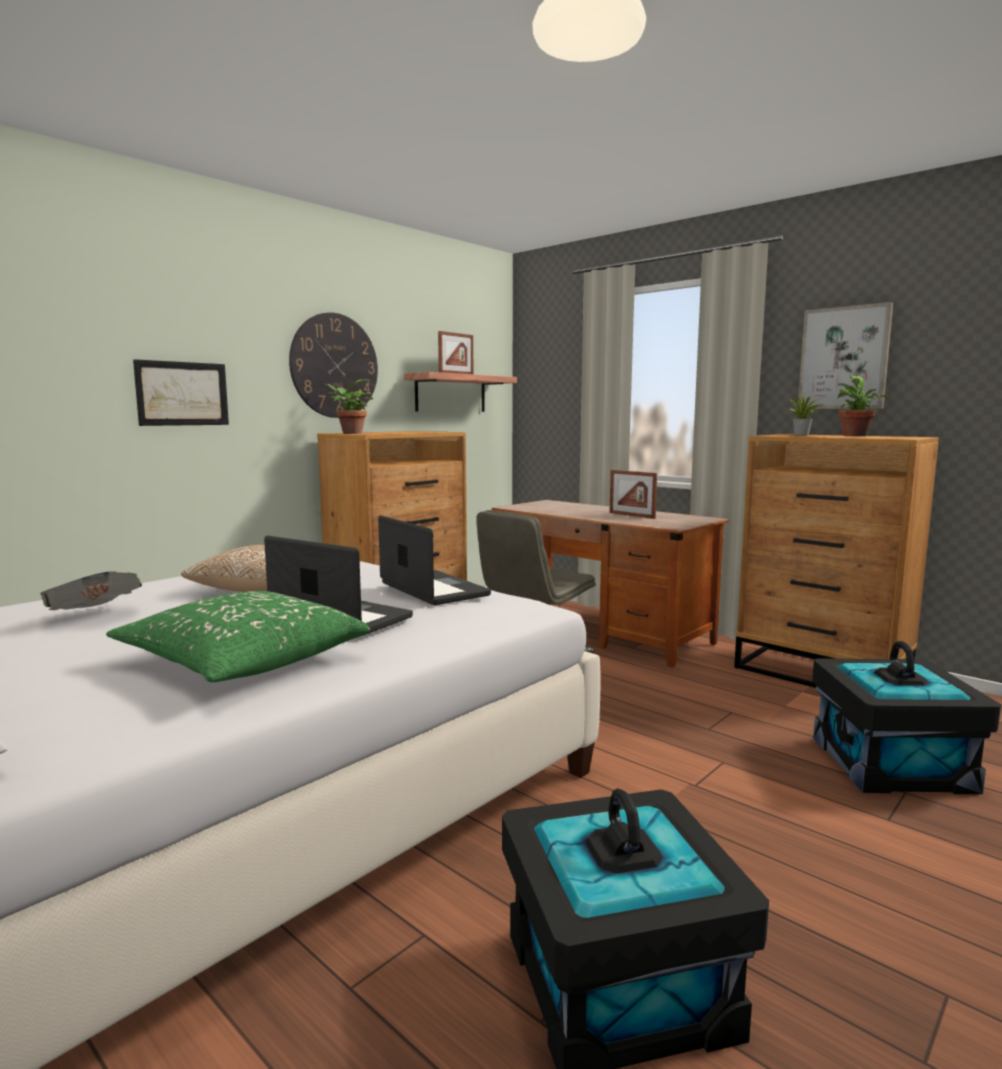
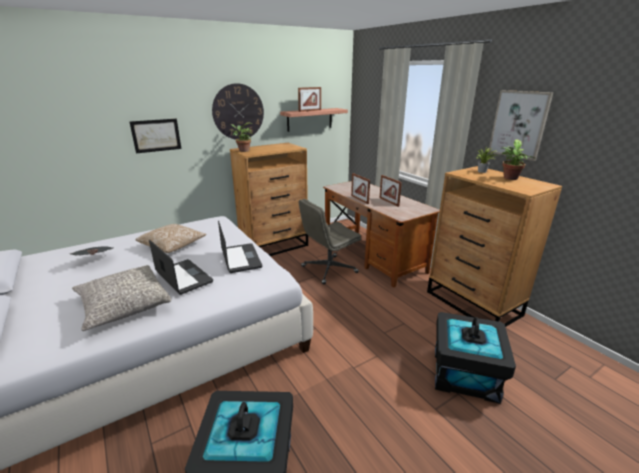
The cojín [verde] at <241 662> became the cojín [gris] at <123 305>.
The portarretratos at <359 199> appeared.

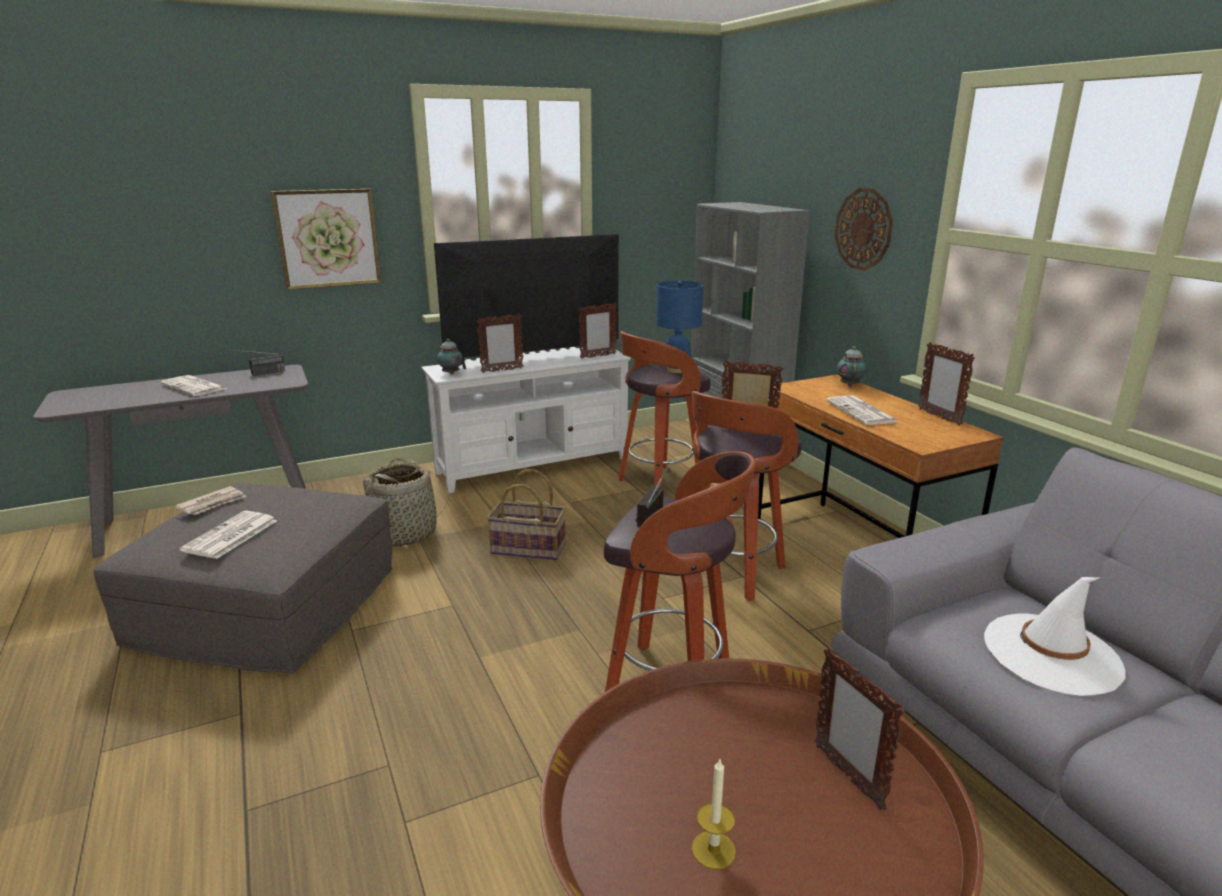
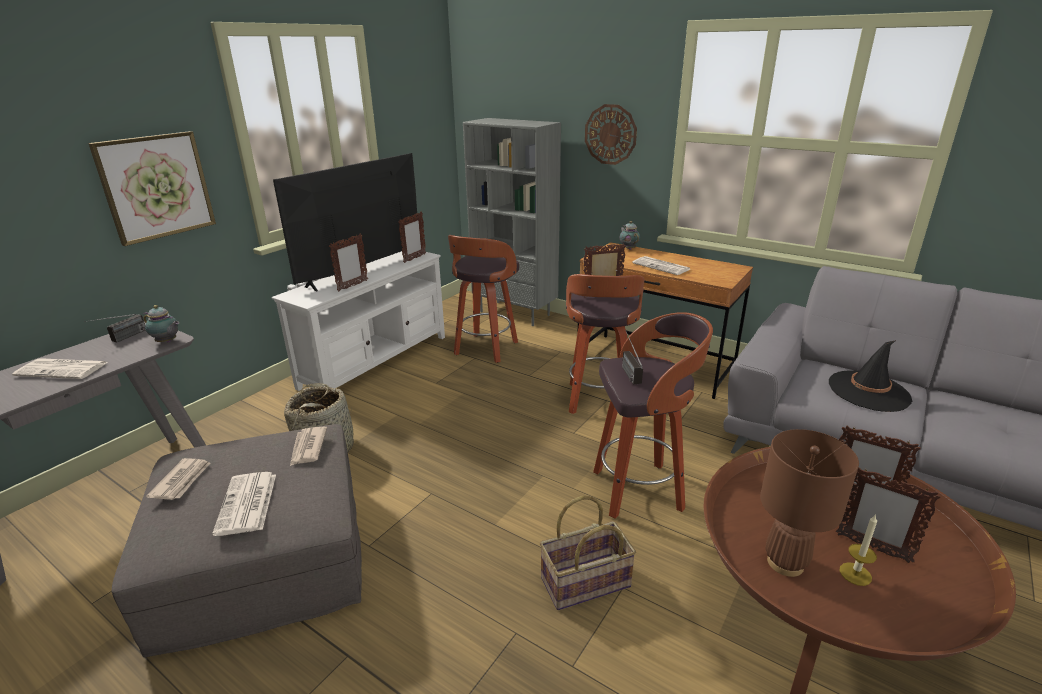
The tetera moved from <451 374> to <167 342>.
The periódico at <308 448> appeared.
The cesta moved from <527 549> to <585 583>.
The lámpara de mesa [marrón] at <785 562> appeared.
The sombrero [blanco] at <1051 654> became the sombrero [negro] at <868 391>.
The portarretratos moved from <939 417> to <872 547>.
The lámpara de mesa [azul] at <677 370> disappeared.

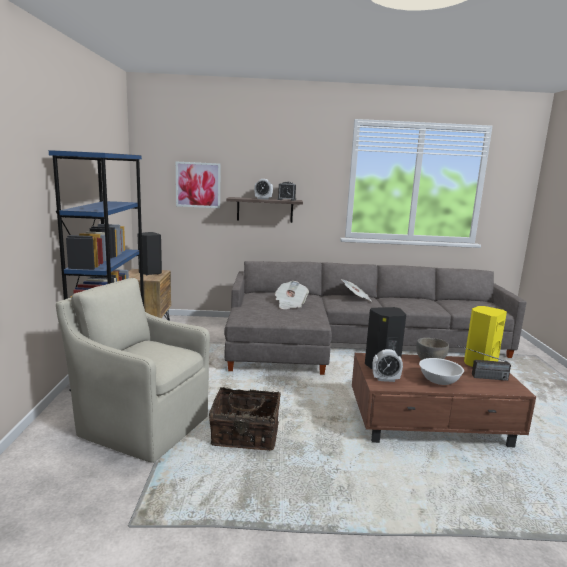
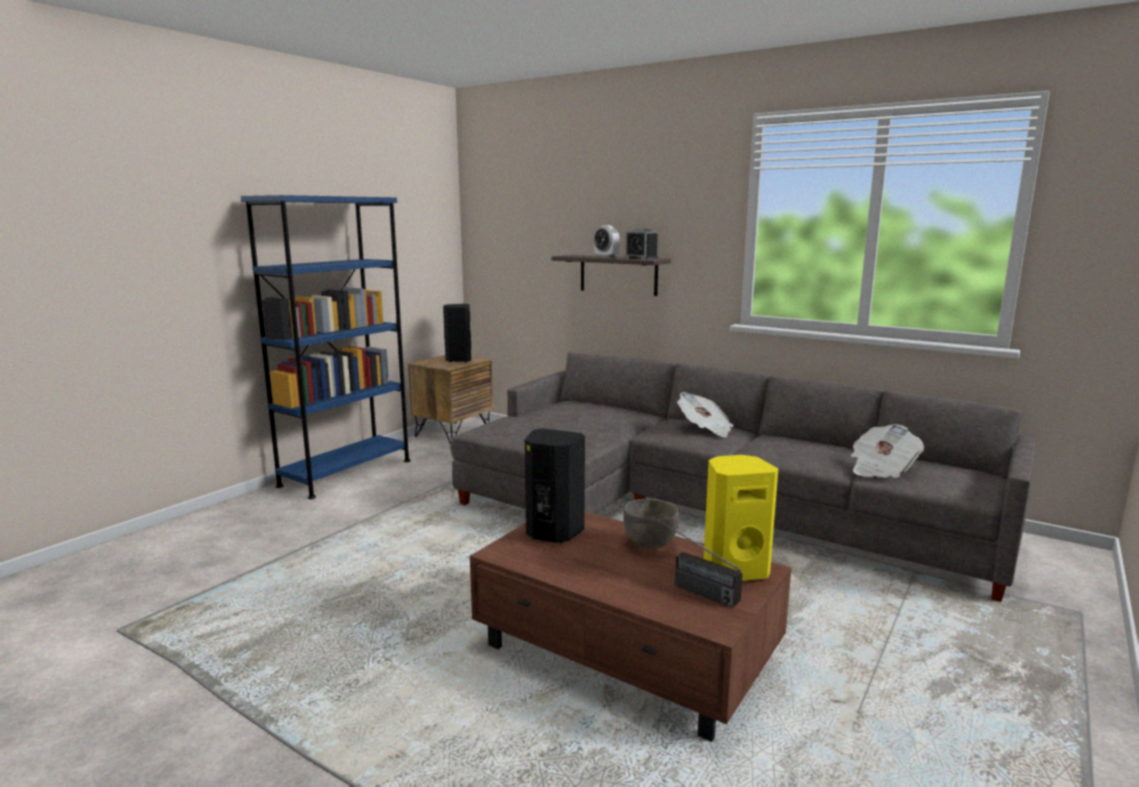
The periódico moved from <290 304> to <881 469>.
The sillón [beis] at <141 425> disappeared.
The cuadro at <198 185> disappeared.
The cesta at <245 436> disappeared.
The despertador at <385 379> disappeared.
The cuenco [blanco] at <439 381> disappeared.

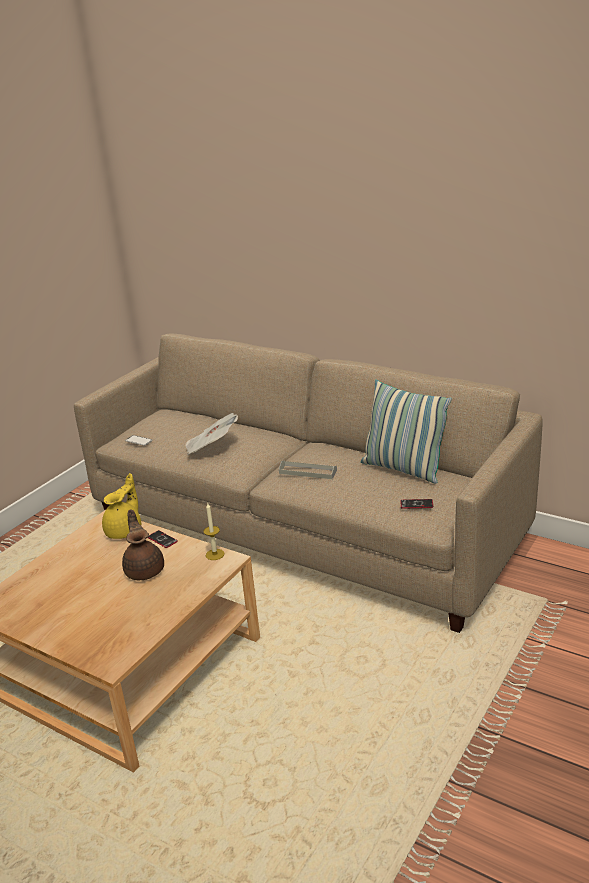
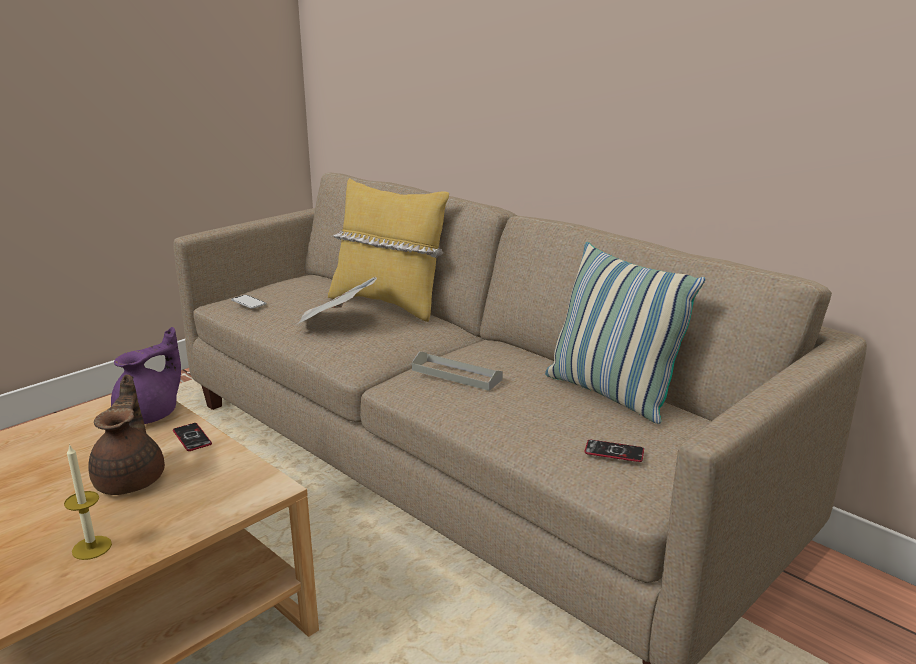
The vela moved from <215 554> to <92 547>.
The tetera [amarillo] at <125 530> became the tetera [morado] at <150 415>.
The cojín [amarillo] at <388 303> appeared.

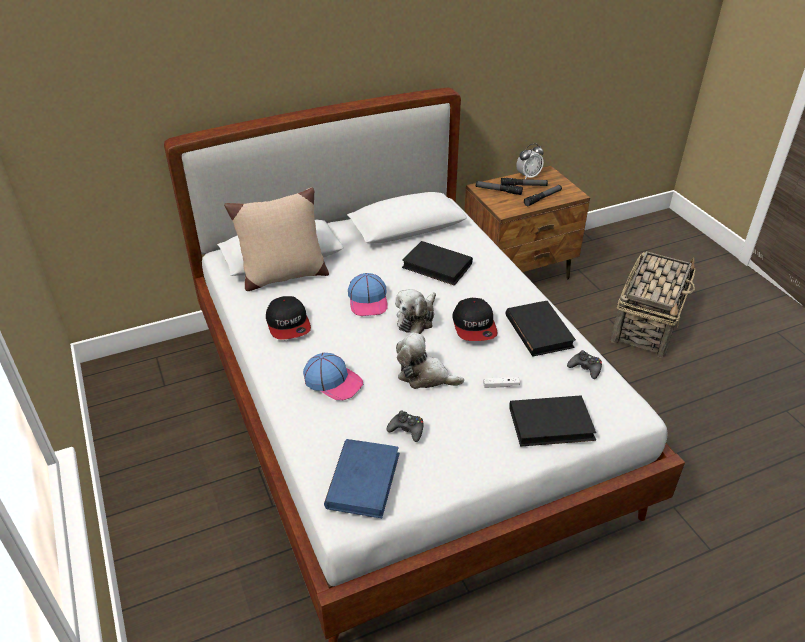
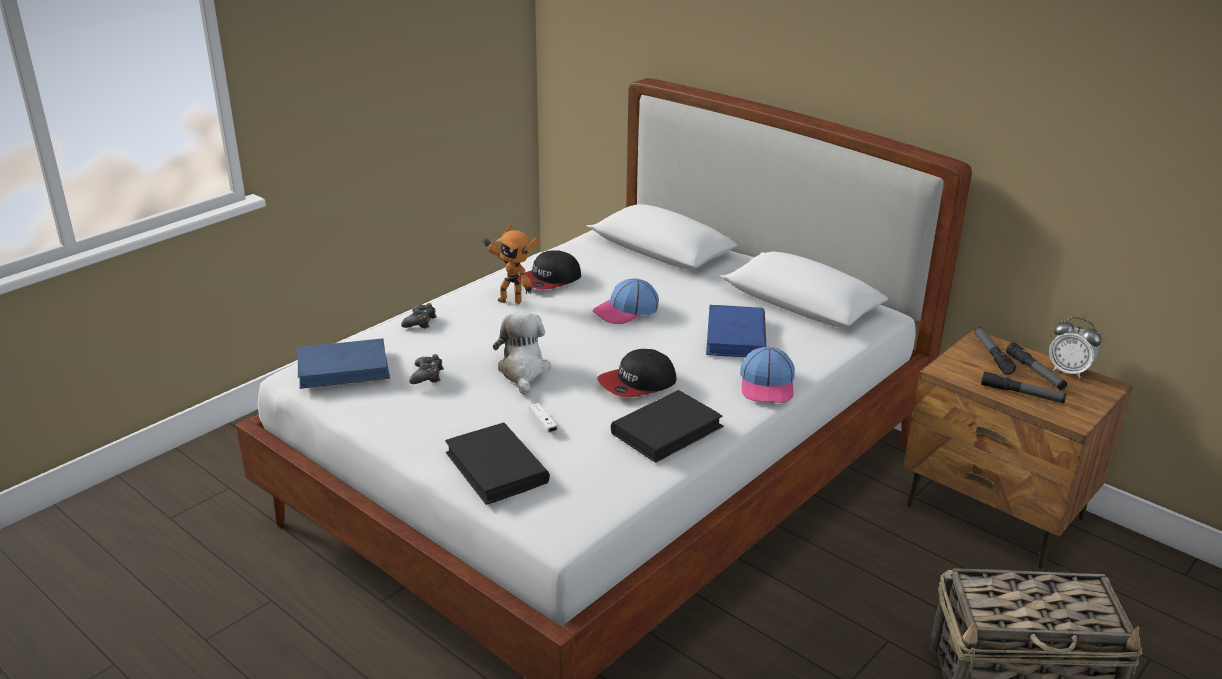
The mando de consola [negro] moved from <585 368> to <420 322>.
The robot de juguete at <511 300> appeared.
The libro [negro] at <437 266> became the libro [azul] at <736 336>.
The gorra moved from <333 381> to <767 385>.
The cojín [beis] at <283 276> disappeared.
The peluche at <416 319> disappeared.

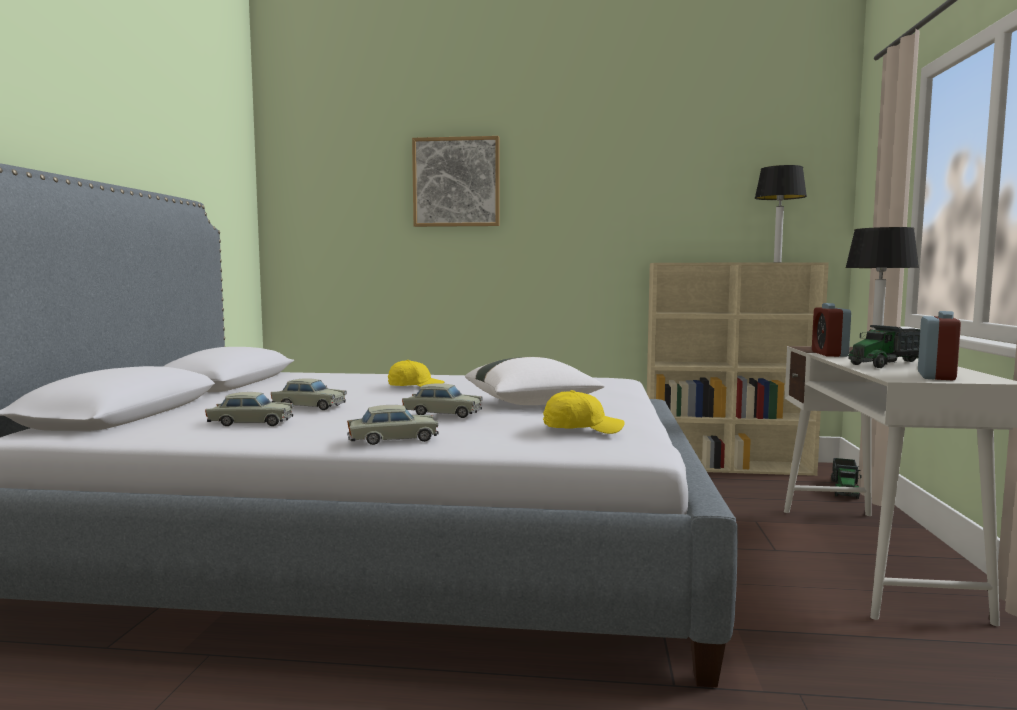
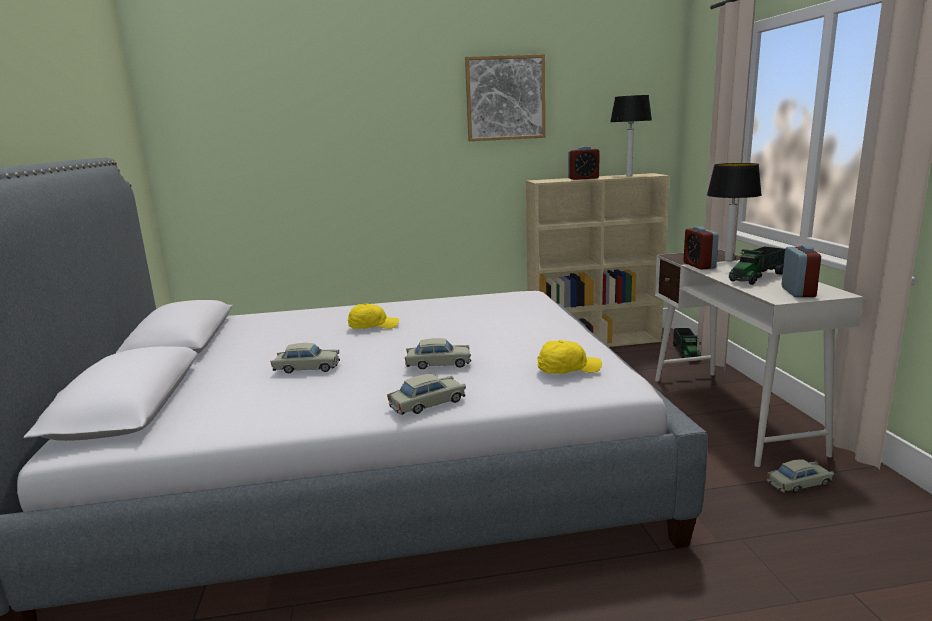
The cuadro moved from <456 182> to <505 98>.
The despertador at <583 178> appeared.
The coche de juguete [beis] moved from <251 423> to <798 483>.
The cojín [blanco] at <532 404> disappeared.

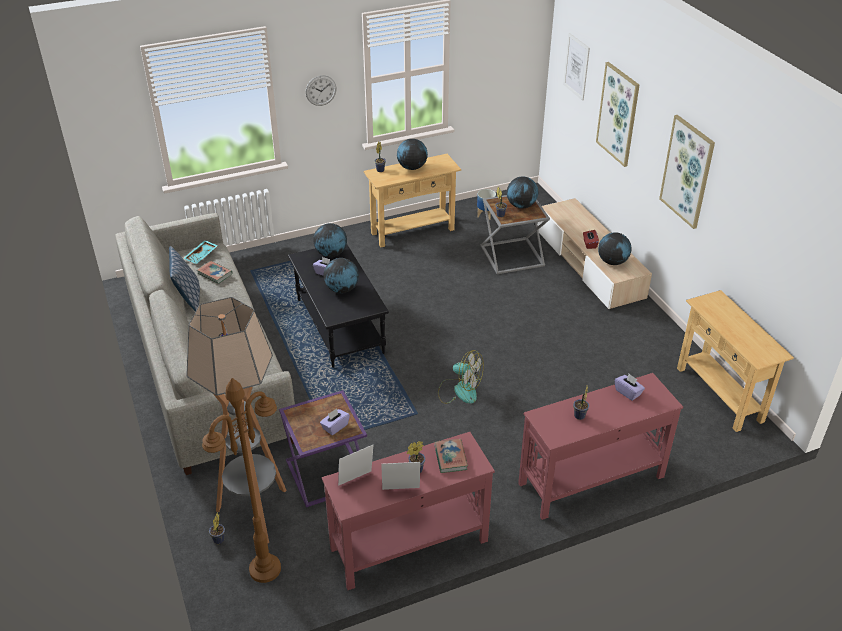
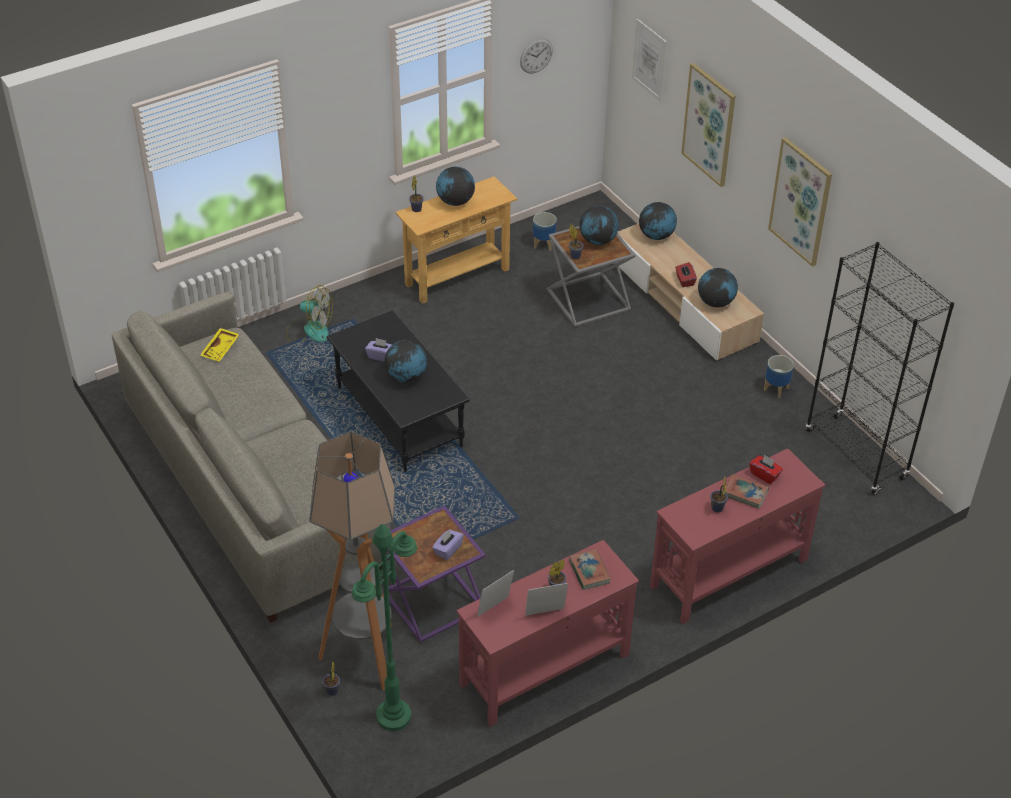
The bandeja [turquesa] at <201 256> became the bandeja [amarillo] at <221 349>.
The ventilador moved from <459 390> to <309 330>.
The lámpara de pie [marrón] at <265 569> became the lámpara de pie [verde] at <393 716>.
The reloj de pared moved from <321 90> to <536 55>.
The globo terráqueo moved from <331 254> to <656 236>.
The libro moved from <215 274> to <745 493>.
The caja de pañuelos [morado] at <628 392> became the caja de pañuelos [rojo] at <764 475>.
The maceta at <776 389> appeared.
The mesa consola [beis] at <719 394> was replaced by the estantería [negro] at <856 455>.
The cojín at <188 298> disappeared.

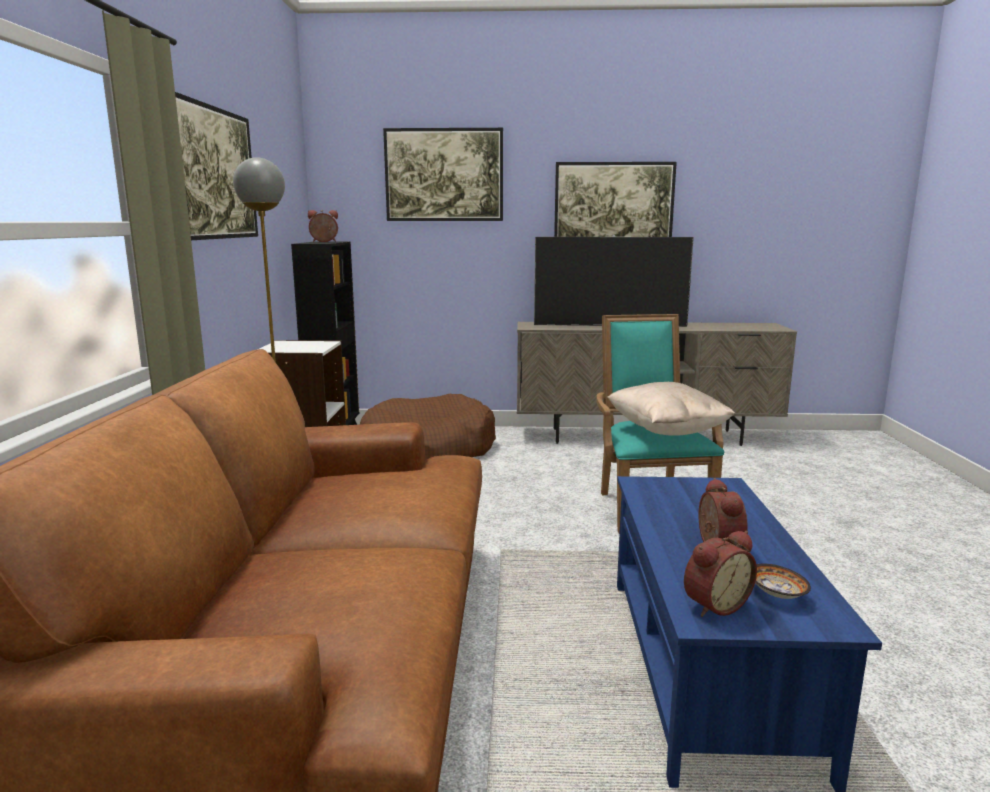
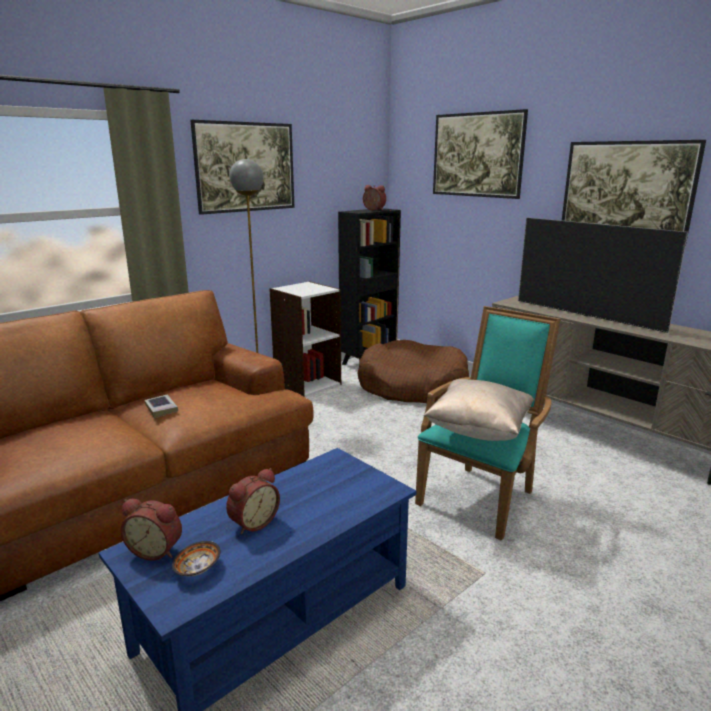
The libro at <161 409> appeared.

